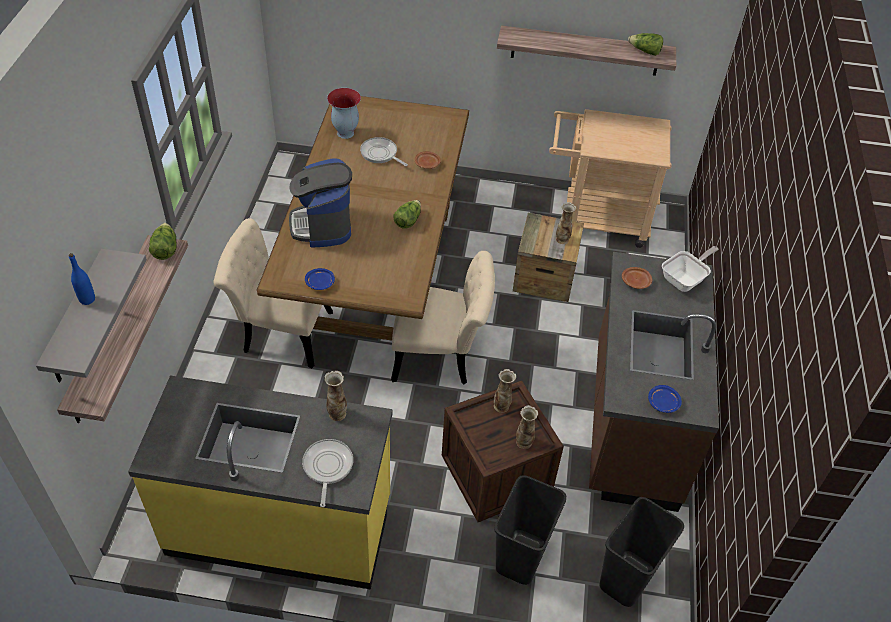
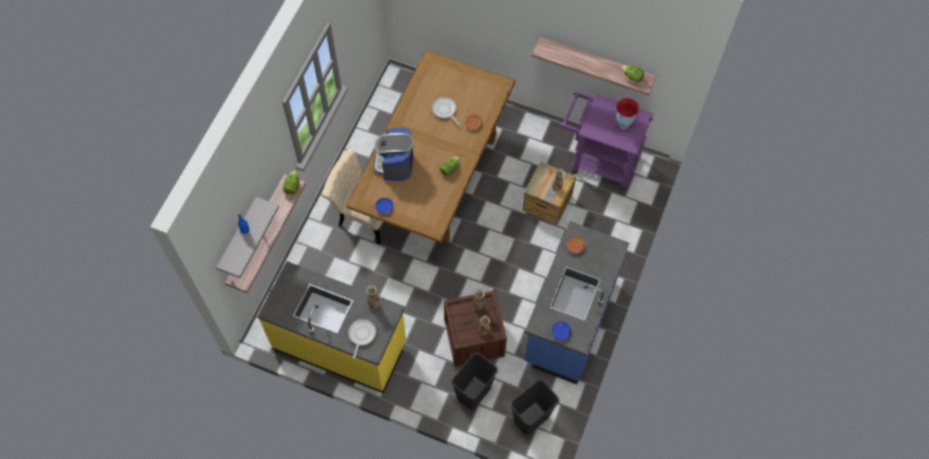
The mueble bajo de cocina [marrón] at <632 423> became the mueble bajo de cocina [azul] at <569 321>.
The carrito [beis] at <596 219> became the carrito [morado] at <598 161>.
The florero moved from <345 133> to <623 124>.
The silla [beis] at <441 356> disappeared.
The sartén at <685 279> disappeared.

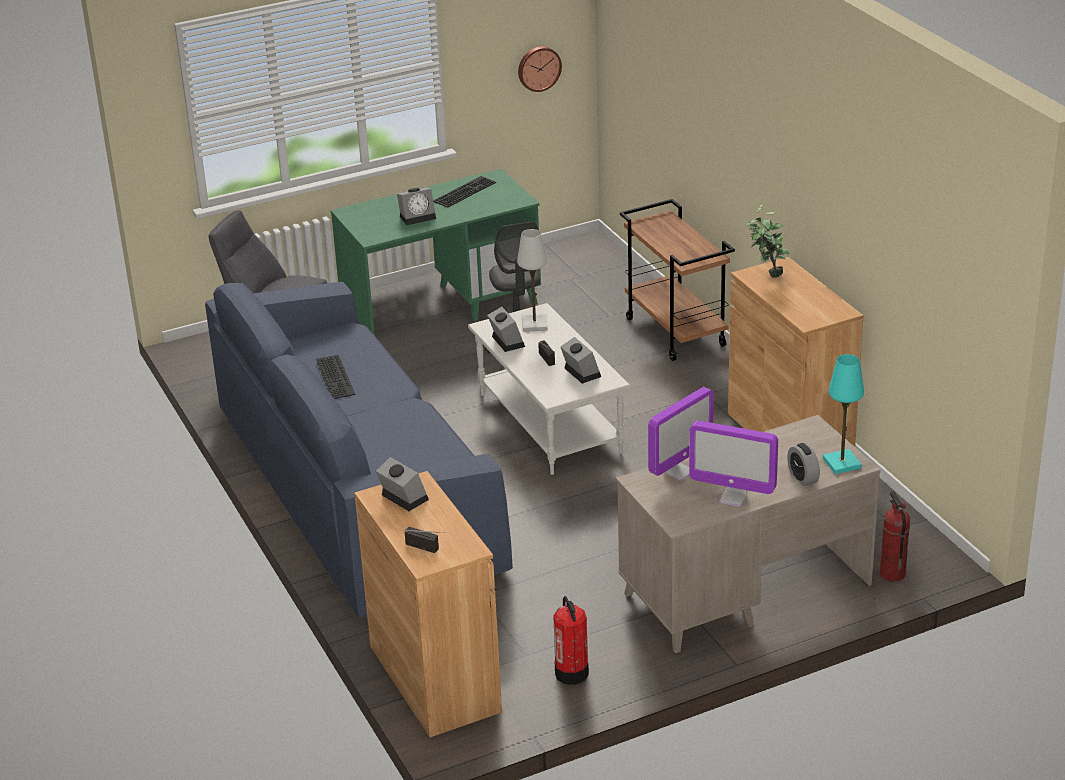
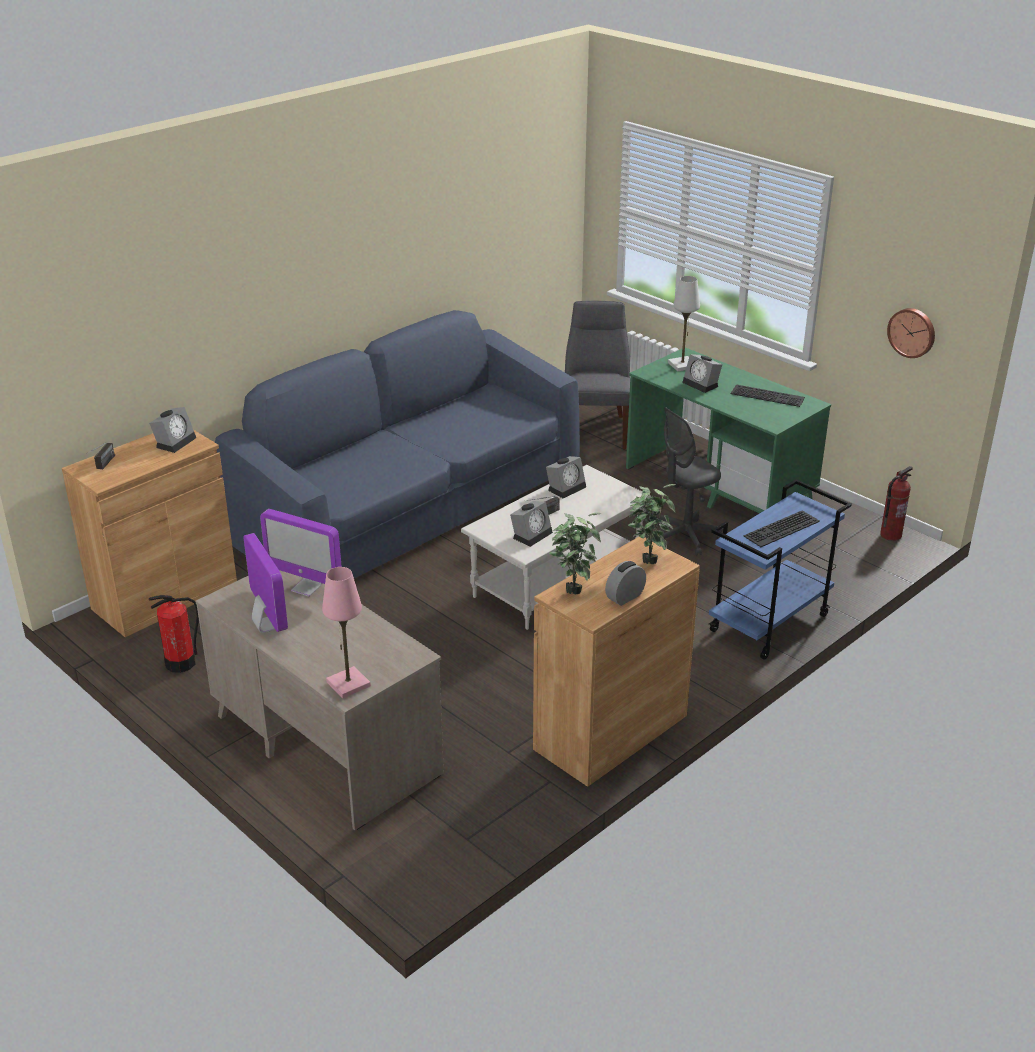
The monitor at <732 498> turned 150 degrees clockwise.
The lámpara de mesa [turquesa] at <842 463> became the lámpara de mesa [rosa] at <348 684>.
The planta en maceta at <573 586> appeared.
The despertador moved from <803 477> to <625 597>.
The lámpara de mesa [blanco] moved from <534 324> to <682 365>.
The carrito [marrón] at <676 332> became the carrito [azul] at <769 624>.
The teclado moved from <337 377> to <782 530>.
The extintor moved from <892 574> to <890 535>.

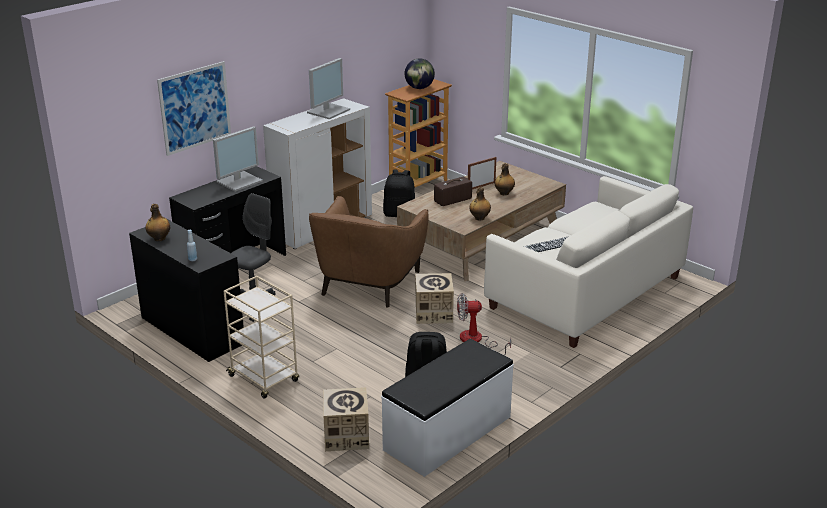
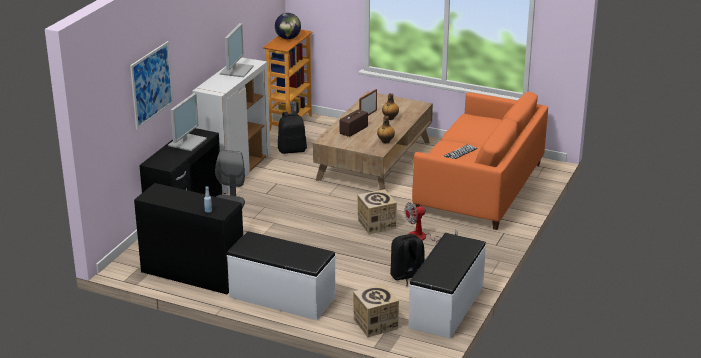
The carrito [beis] at <264 379> was replaced by the banco [blanco] at <282 297>.
The sofá [blanco] at <585 292> became the sofá [naranja] at <480 187>.
The botella at <159 239> disappeared.
The sillón [marrón] at <368 283> disappeared.

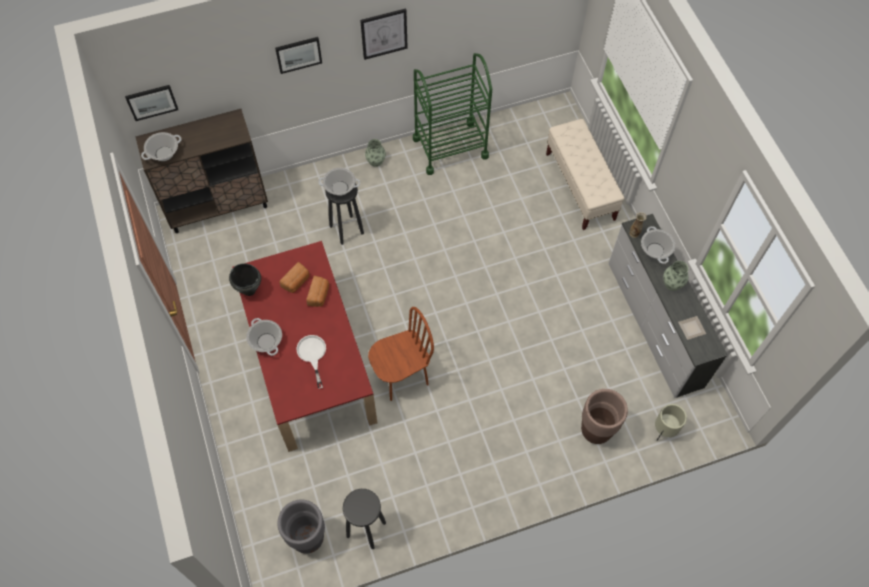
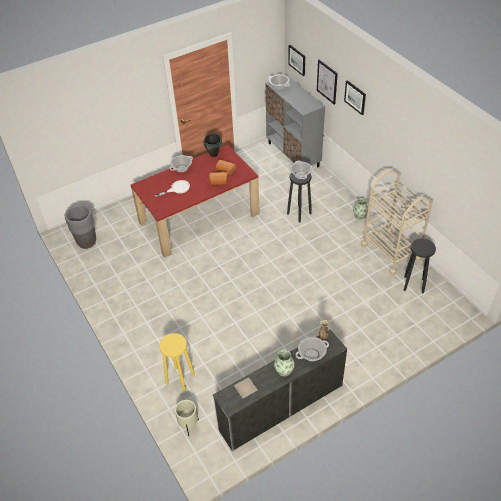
The maceta [marrón] at <596 430> was replaced by the taburete [amarillo] at <180 379>.
The armario [marrón] at <218 206> became the armario [gris] at <293 155>.
The cuadro moved from <384 33> to <327 81>.
The carrito [verde] at <450 147> became the carrito [beis] at <390 252>.
The taburete [negro] moved from <366 529> to <414 284>.
The silla [marrón] at <401 376> disappeared.
The banco [beis] at <580 187> disappeared.

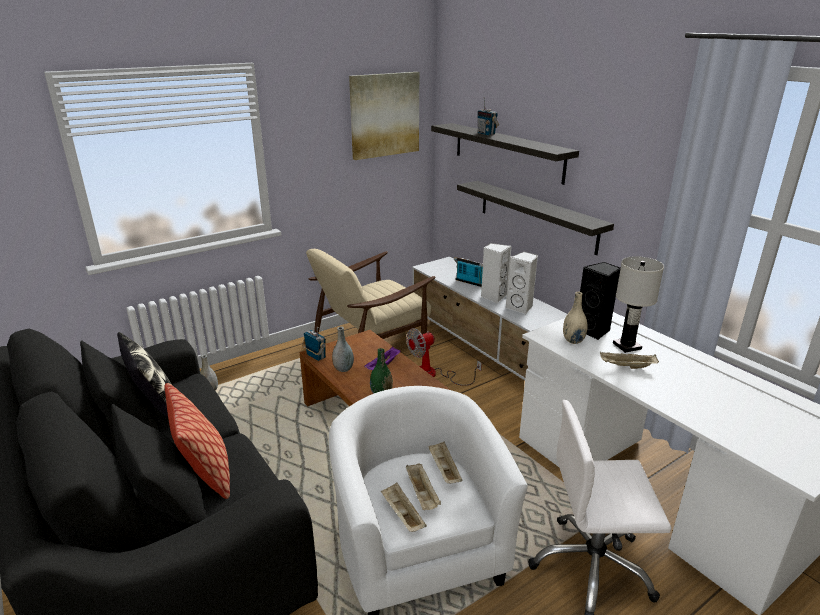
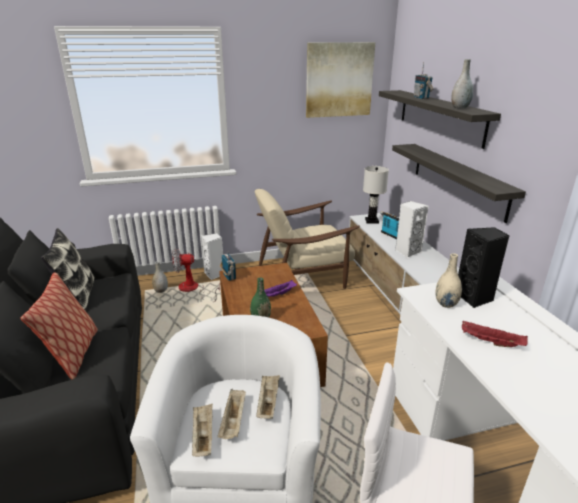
The ventilador moved from <432 375> to <193 289>.
The altavoz [blanco] moved from <521 308> to <215 274>.
The lámpara de mesa [blanco] moved from <626 346> to <371 221>.
The florero [gris] moved from <343 369> to <460 107>.
The bandeja [beis] at <626 367> became the bandeja [rojo] at <490 342>.

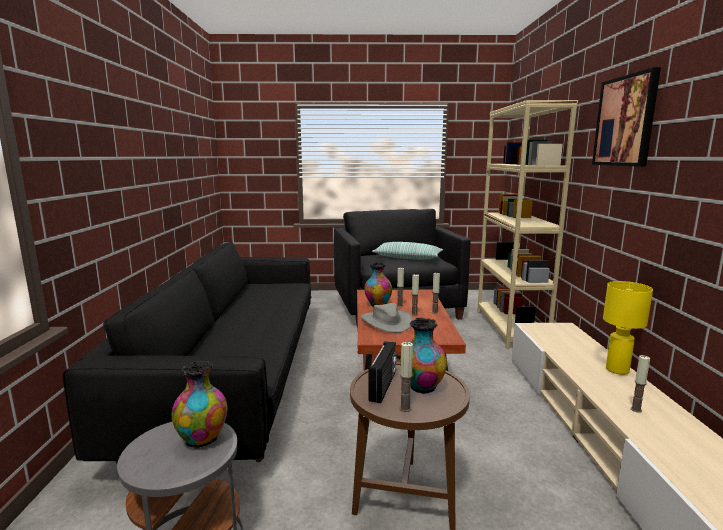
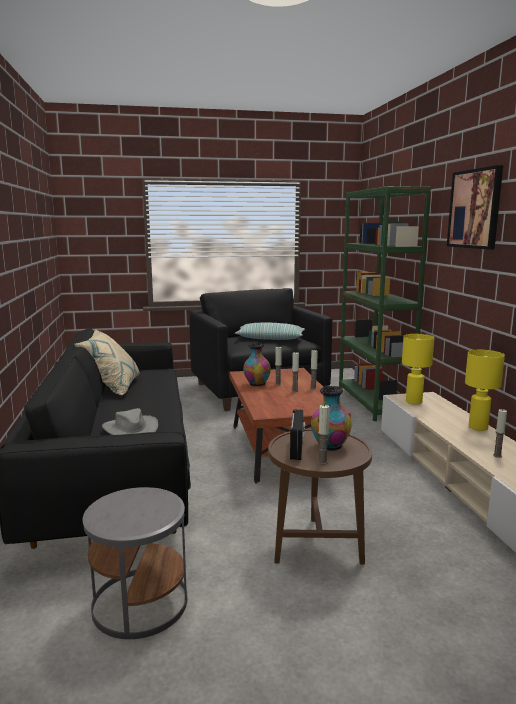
The cojín [beis] at <111 387> appeared.
The sombrero [gris] moved from <386 322> to <130 429>.
The estantería [beis] at <510 328> became the estantería [verde] at <373 403>.
The lámpara de mesa [amarillo] at <414 402> appeared.
The florero at <203 439> disappeared.

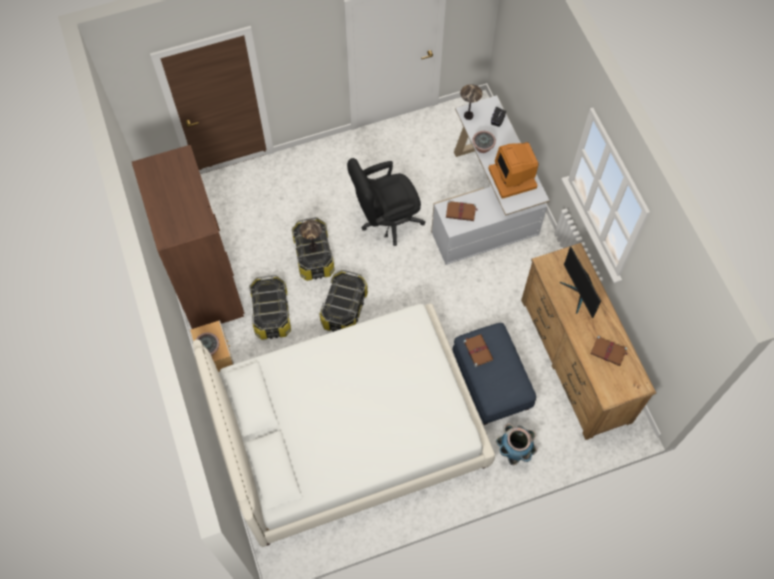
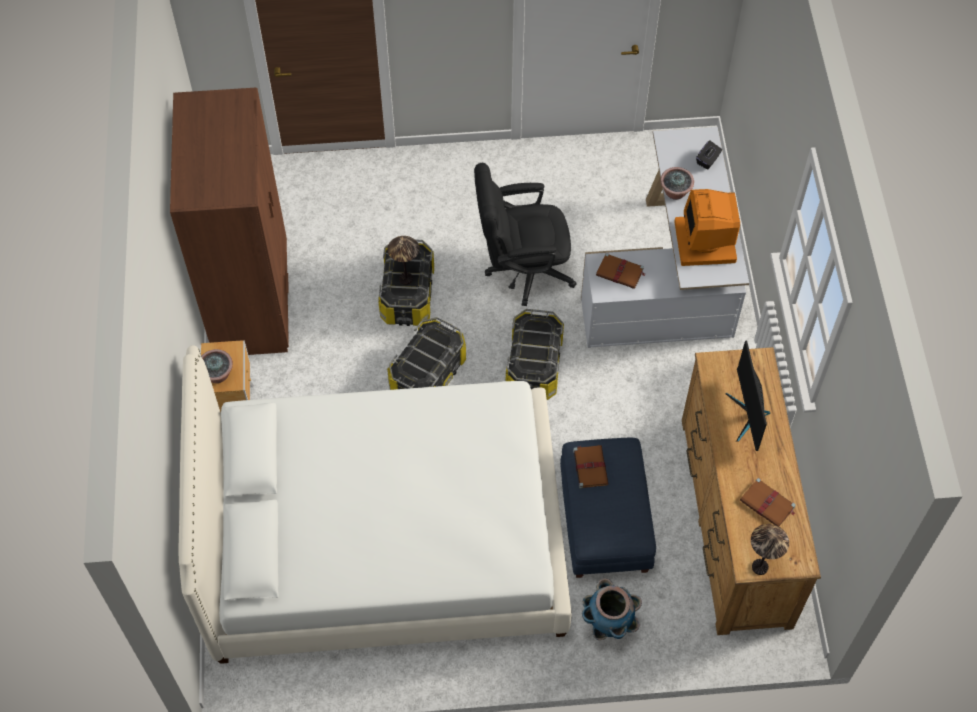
The caja de almacenaje moved from <272 314> to <534 366>.
The lámpara de mesa moved from <468 115> to <760 567>.

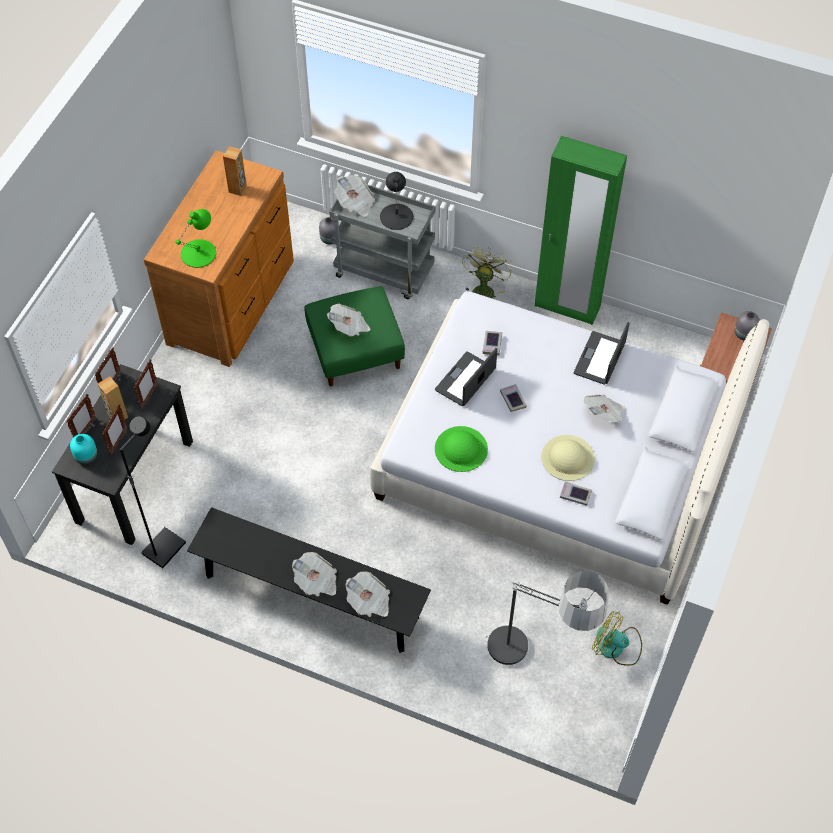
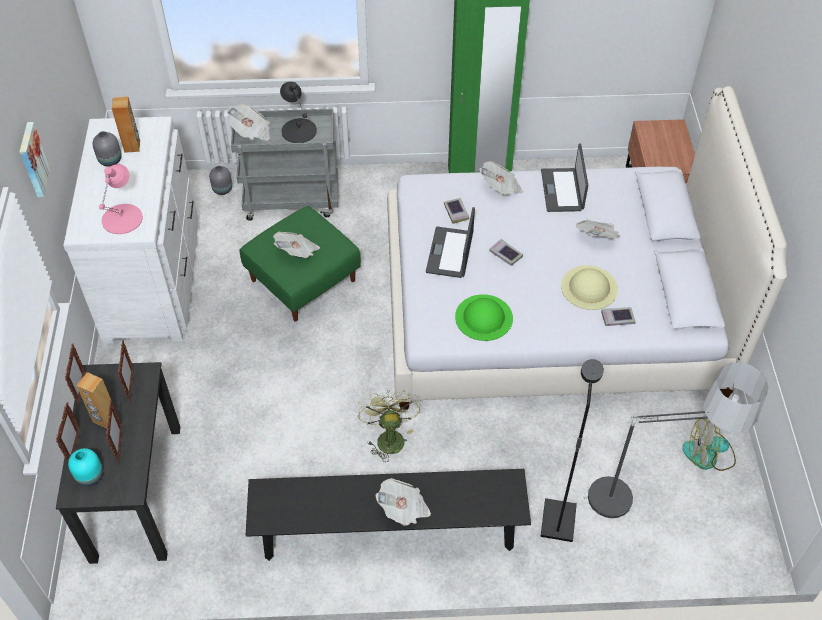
The cuadro at <32 160> appeared.
The cómoda [marrón] at <233 302> became the cómoda [blanco] at <154 278>.
The florero [gris] moved from <745 334> to <111 160>.
The lámpara de mesa [verde] at <199 253> became the lámpara de mesa [rosa] at <122 218>.
The ventilador [verde] moved from <483 290> to <388 437>.
The periódico moved from <369 601> to <501 187>.
The lámpara de pie [negro] moved from <163 548> to <557 520>.

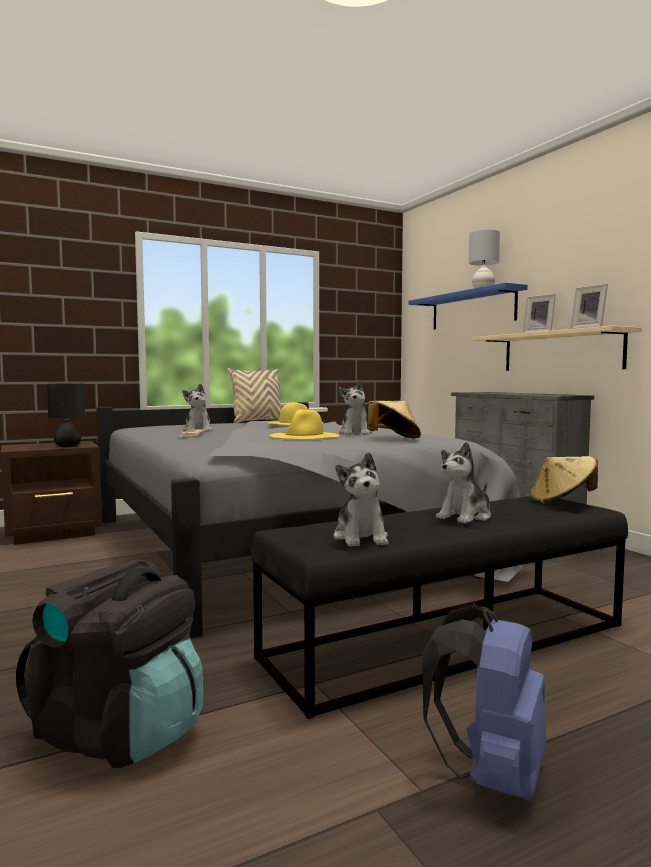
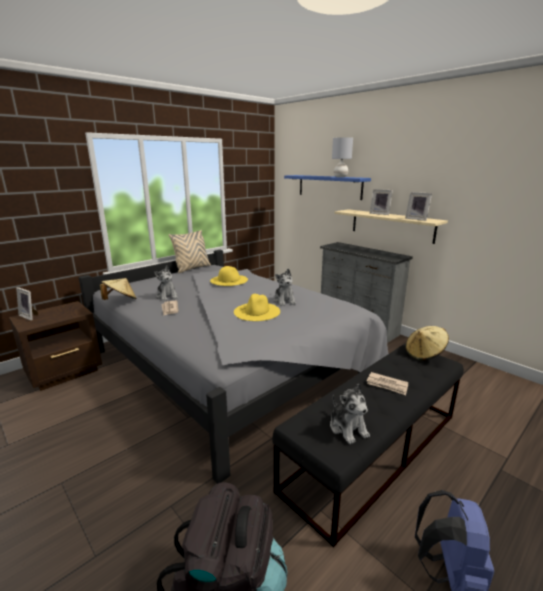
The portarretratos at <30 316> appeared.
The sombrero [beis] moved from <393 439> to <120 301>.
The peluche at <465 516> was replaced by the periódico at <387 385>.
The lámpara de mesa [negro] at <67 446> disappeared.

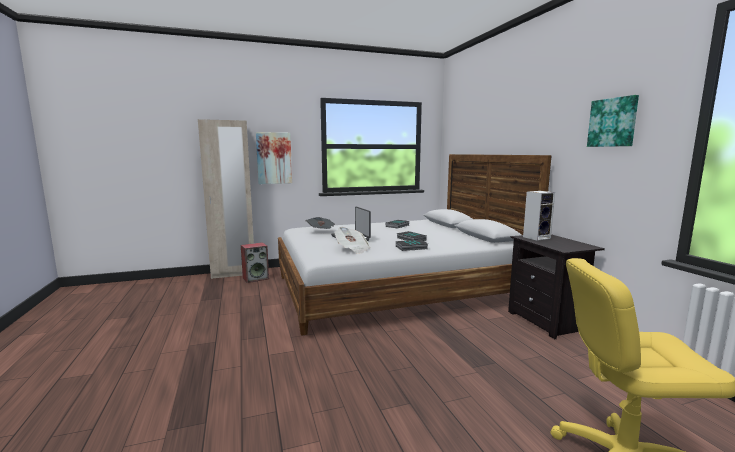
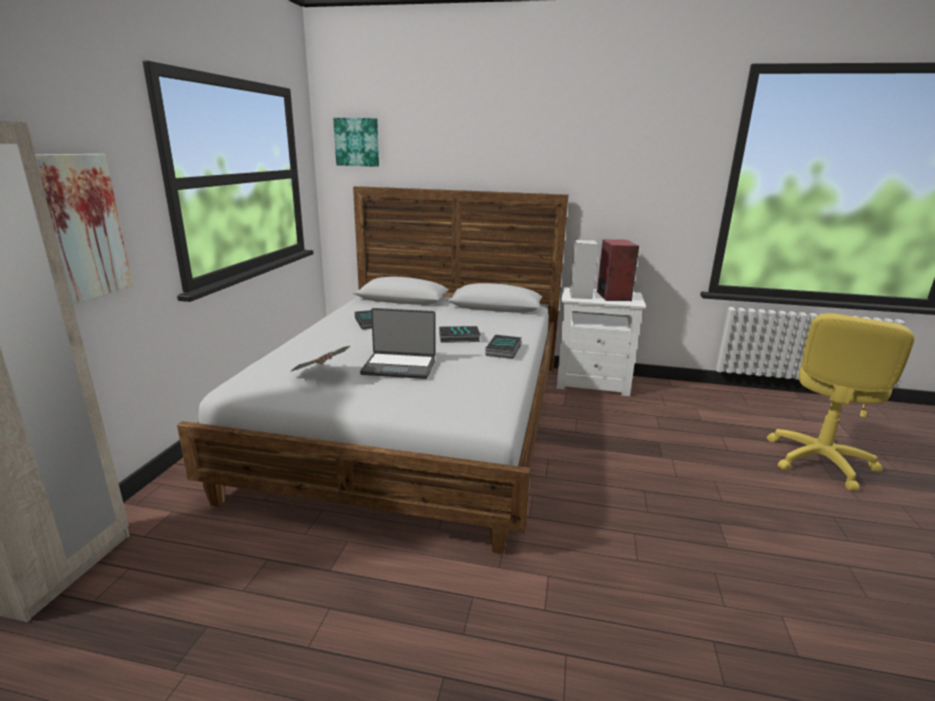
The cuadro moved from <613 122> to <357 142>.
The mesita de noche [negro] at <547 321> became the mesita de noche [blanco] at <593 382>.
The altavoz moved from <256 278> to <613 296>.
The periódico at <352 249> disappeared.

